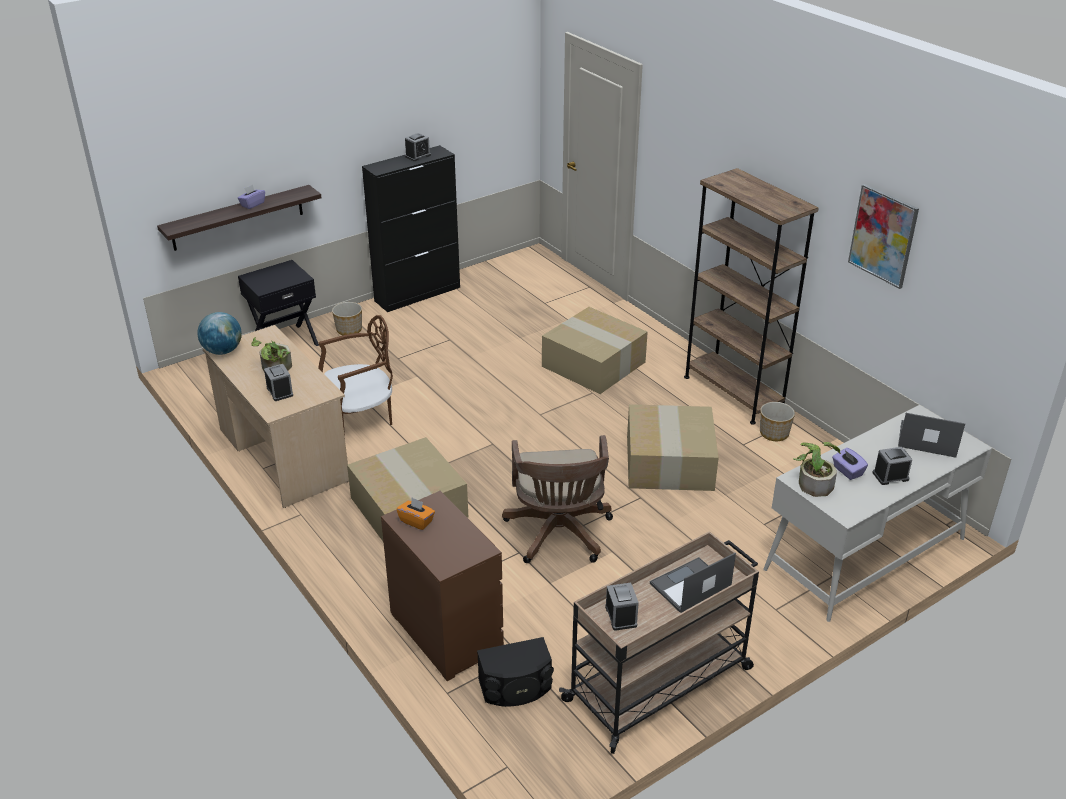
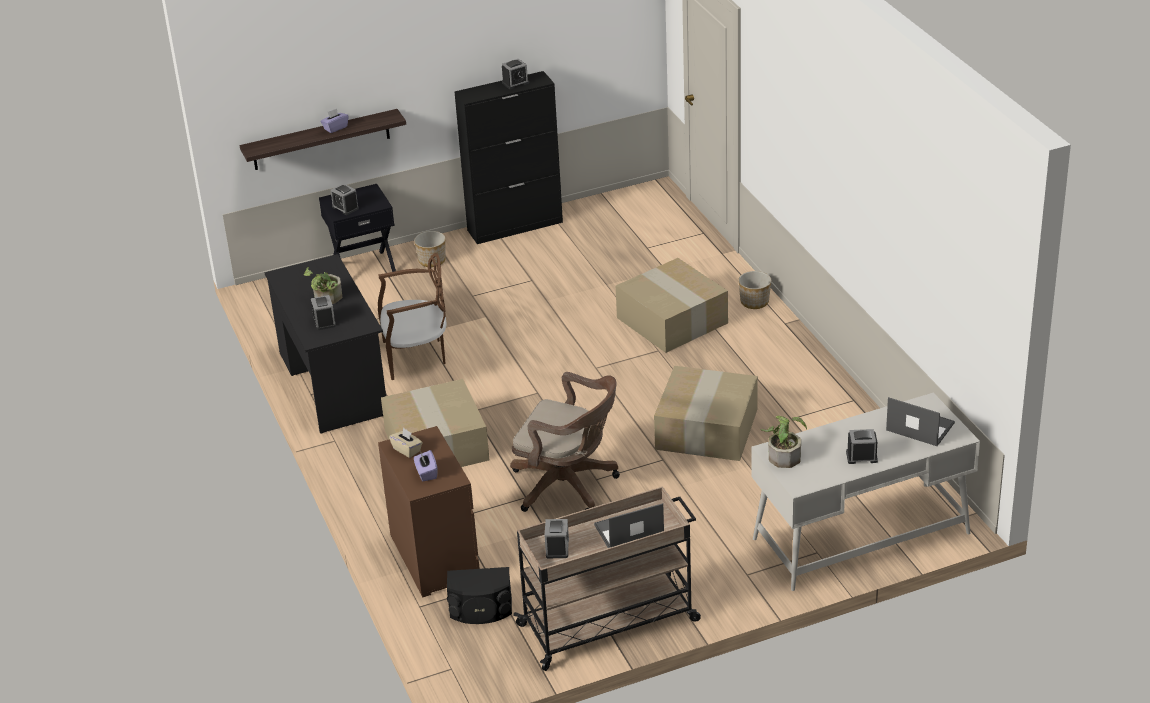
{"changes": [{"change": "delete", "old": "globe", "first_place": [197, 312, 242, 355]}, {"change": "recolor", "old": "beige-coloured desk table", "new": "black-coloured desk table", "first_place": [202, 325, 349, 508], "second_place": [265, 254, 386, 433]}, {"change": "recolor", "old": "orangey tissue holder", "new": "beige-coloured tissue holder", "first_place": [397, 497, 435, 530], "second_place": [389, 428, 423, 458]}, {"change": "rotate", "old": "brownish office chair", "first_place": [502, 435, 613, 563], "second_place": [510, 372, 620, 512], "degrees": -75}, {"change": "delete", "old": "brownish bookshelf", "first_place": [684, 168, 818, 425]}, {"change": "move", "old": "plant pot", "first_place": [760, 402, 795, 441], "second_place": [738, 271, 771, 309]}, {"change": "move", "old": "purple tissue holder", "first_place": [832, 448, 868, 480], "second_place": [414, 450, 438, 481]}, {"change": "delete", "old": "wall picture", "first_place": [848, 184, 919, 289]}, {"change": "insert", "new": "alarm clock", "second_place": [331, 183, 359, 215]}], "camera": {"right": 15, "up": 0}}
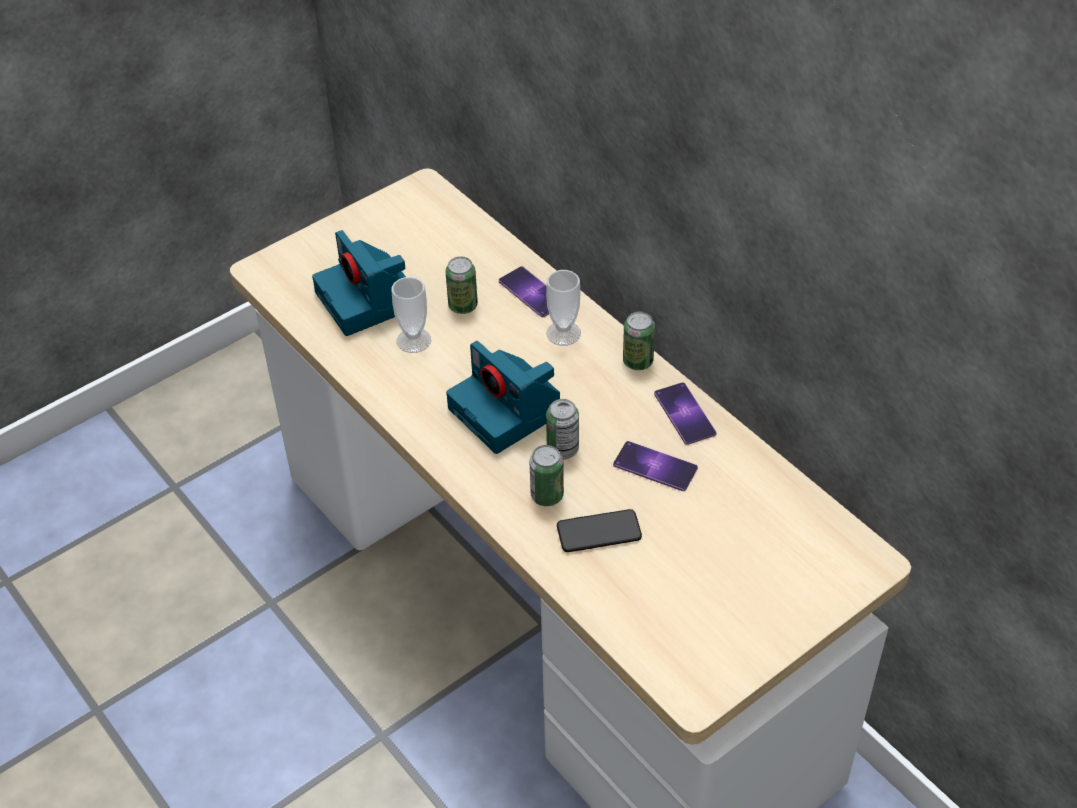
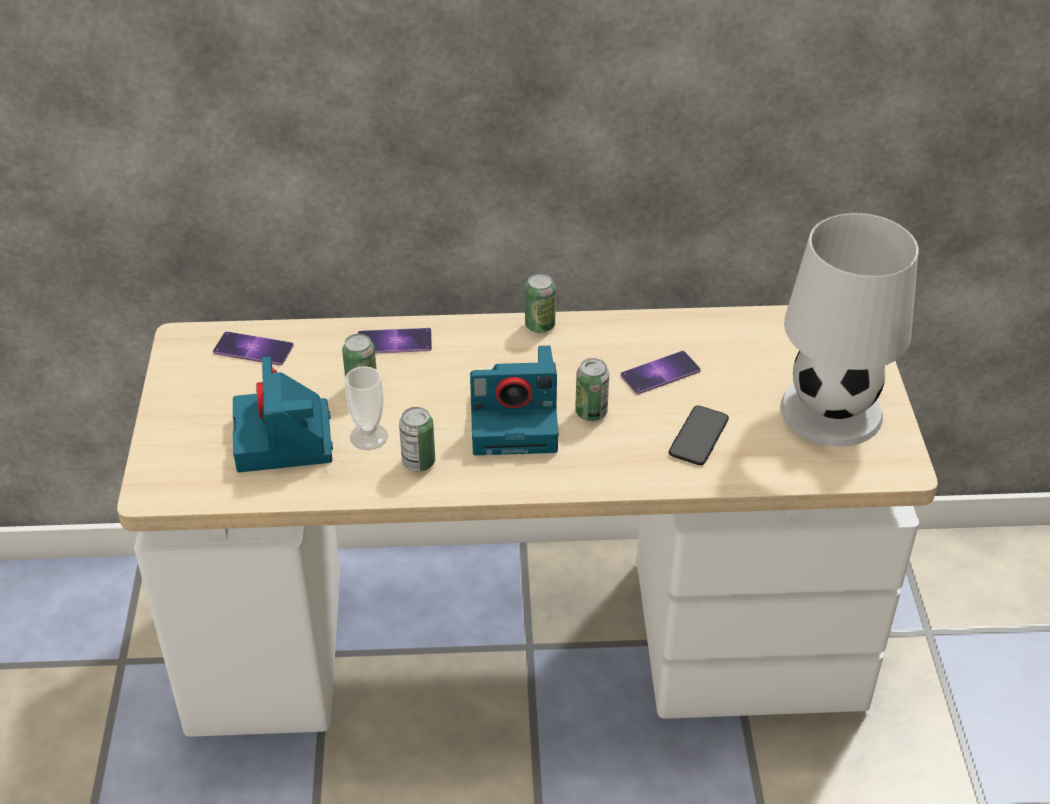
{"changes": [{"change": "rotate", "old": "photo camera", "first_place": [312, 230, 406, 336], "second_place": [233, 357, 333, 472], "degrees": 75}, {"change": "move", "old": "can", "first_place": [529, 445, 564, 506], "second_place": [399, 407, 435, 472]}, {"change": "delete", "old": "drinking cup", "first_place": [546, 270, 581, 346]}, {"change": "move", "old": "telephone", "first_place": [654, 382, 717, 445], "second_place": [213, 331, 294, 366]}, {"change": "insert", "new": "white-coloured tabletop lamp", "second_place": [780, 213, 919, 447]}], "camera": {"right": -55, "up": -5}}
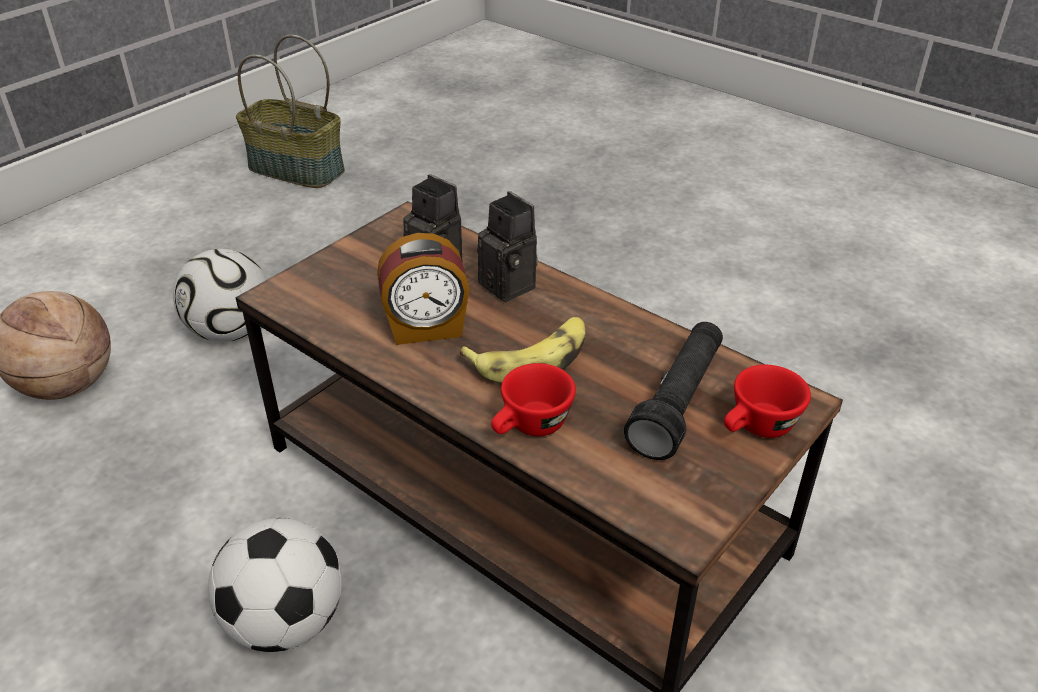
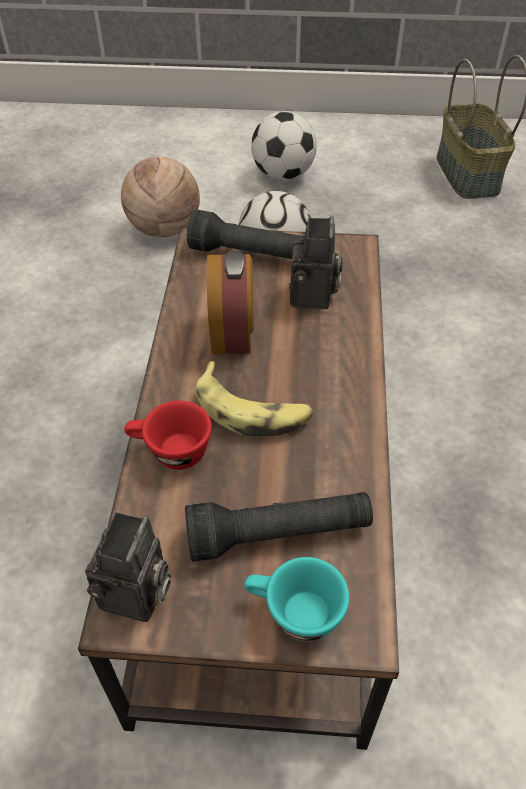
{"changes": [{"change": "move", "old": "ball for football", "first_place": [208, 518, 342, 652], "second_place": [251, 111, 317, 180]}, {"change": "rotate", "old": "alarm clock", "first_place": [377, 233, 470, 345], "second_place": [207, 251, 254, 354], "degrees": -135}, {"change": "move", "old": "photo camera", "first_place": [477, 191, 538, 302], "second_place": [85, 512, 171, 622]}, {"change": "recolor", "old": "red drinking cup", "new": "blue-green drinking cup", "first_place": [724, 365, 811, 438], "second_place": [244, 557, 349, 642]}, {"change": "insert", "new": "black-coloured flashlight", "second_place": [187, 210, 305, 259]}], "camera": {"right": 55, "up": 10}}
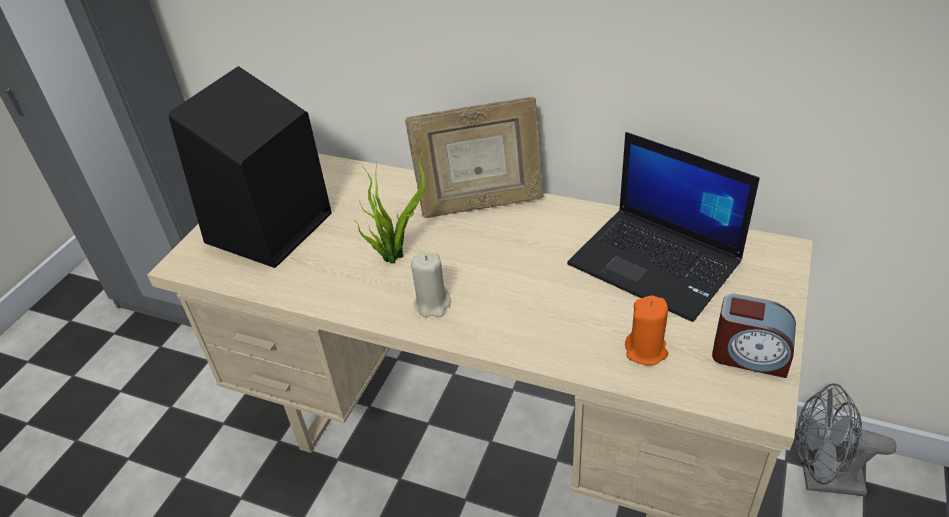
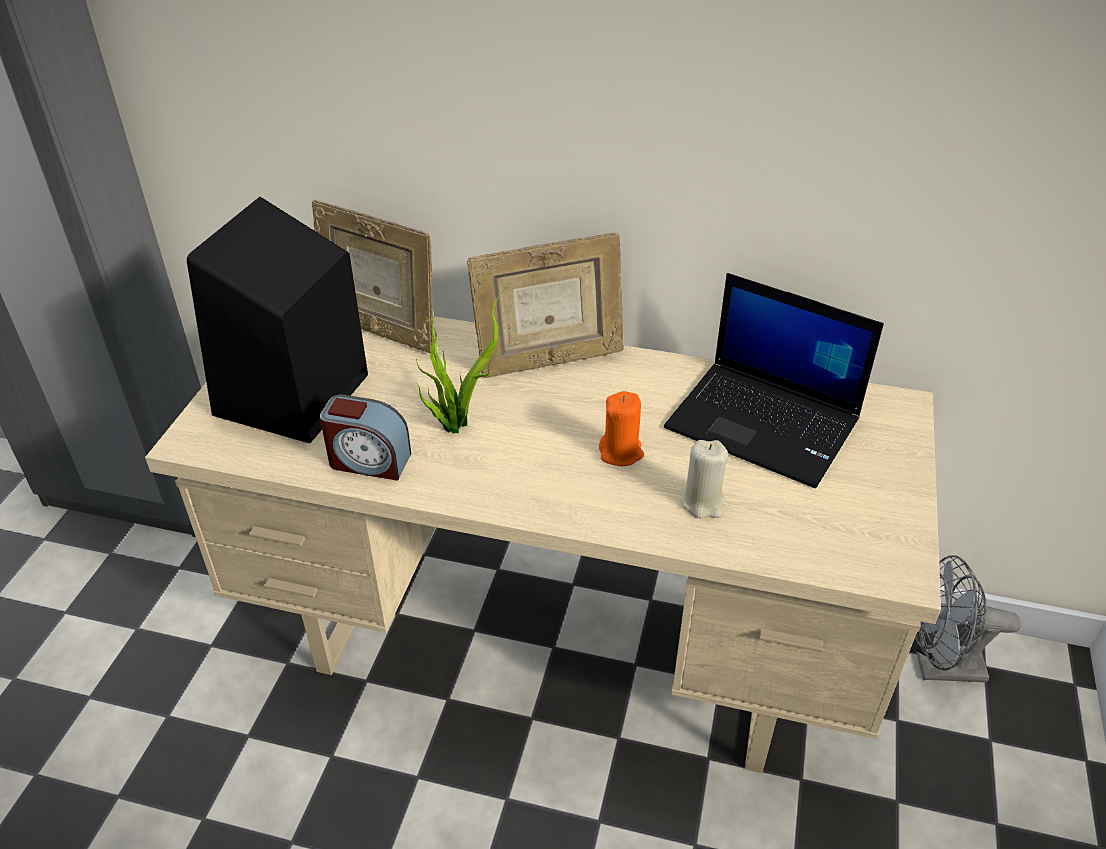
{"changes": [{"change": "move", "old": "beige-coloured wax candle", "first_place": [411, 252, 451, 317], "second_place": [681, 440, 728, 519]}, {"change": "move", "old": "orangey wax candle", "first_place": [625, 296, 668, 365], "second_place": [599, 391, 644, 466]}, {"change": "move", "old": "alarm clock", "first_place": [712, 293, 796, 378], "second_place": [320, 394, 411, 481]}, {"change": "insert", "new": "photo frame", "second_place": [312, 200, 434, 353]}], "camera": {"right": -10, "up": 0}}
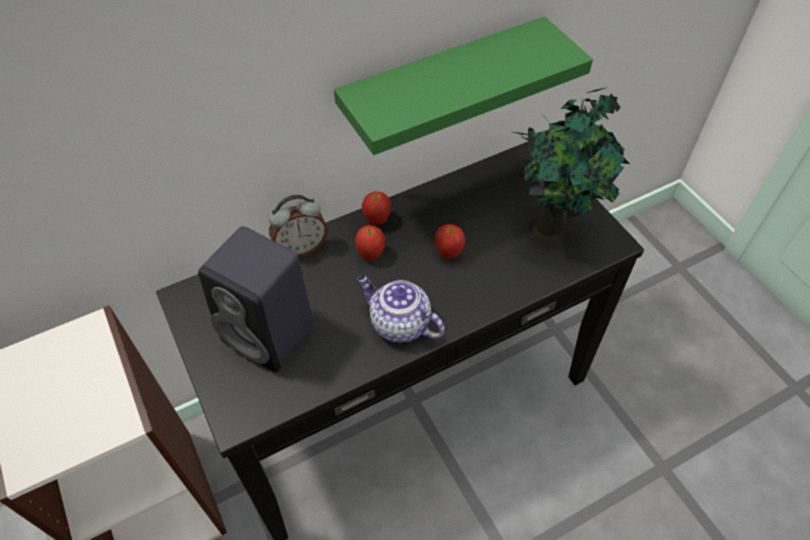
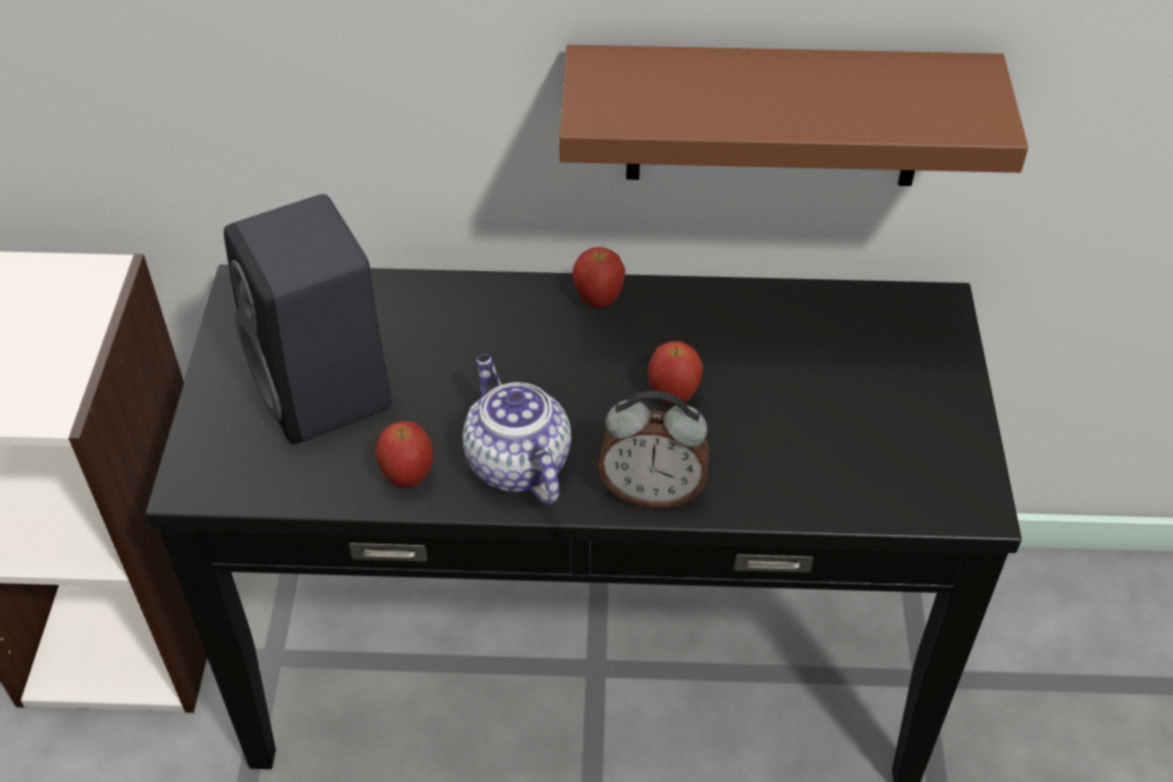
{"changes": [{"change": "move", "old": "alarm clock", "first_place": [268, 195, 328, 257], "second_place": [598, 391, 710, 508]}, {"change": "recolor", "old": "green-coloured wall shelf", "new": "brownish wall shelf", "first_place": [334, 16, 593, 155], "second_place": [559, 45, 1028, 186]}, {"change": "move", "old": "whole apple", "first_place": [355, 225, 385, 260], "second_place": [375, 421, 433, 487]}, {"change": "delete", "old": "plant in a pot", "first_place": [513, 87, 630, 245]}], "camera": {"right": 30, "up": -5}}
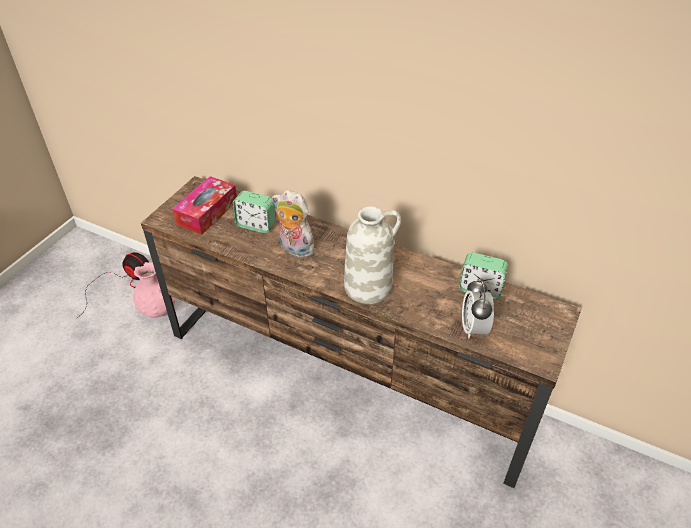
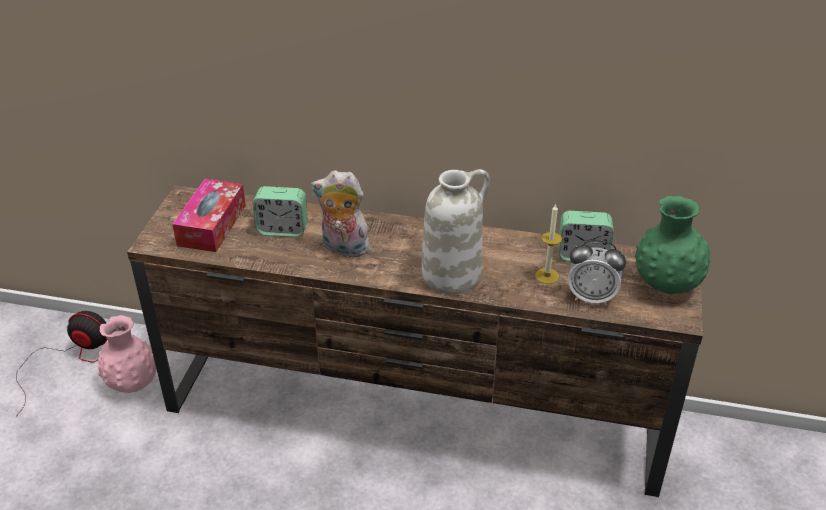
{"changes": [{"change": "rotate", "old": "alarm clock", "first_place": [462, 279, 494, 338], "second_place": [568, 240, 626, 306], "degrees": -60}, {"change": "insert", "new": "wax candle", "second_place": [535, 204, 562, 284]}, {"change": "insert", "new": "green-coloured flower vase", "second_place": [635, 196, 711, 294]}], "camera": {"right": -15, "up": -5}}
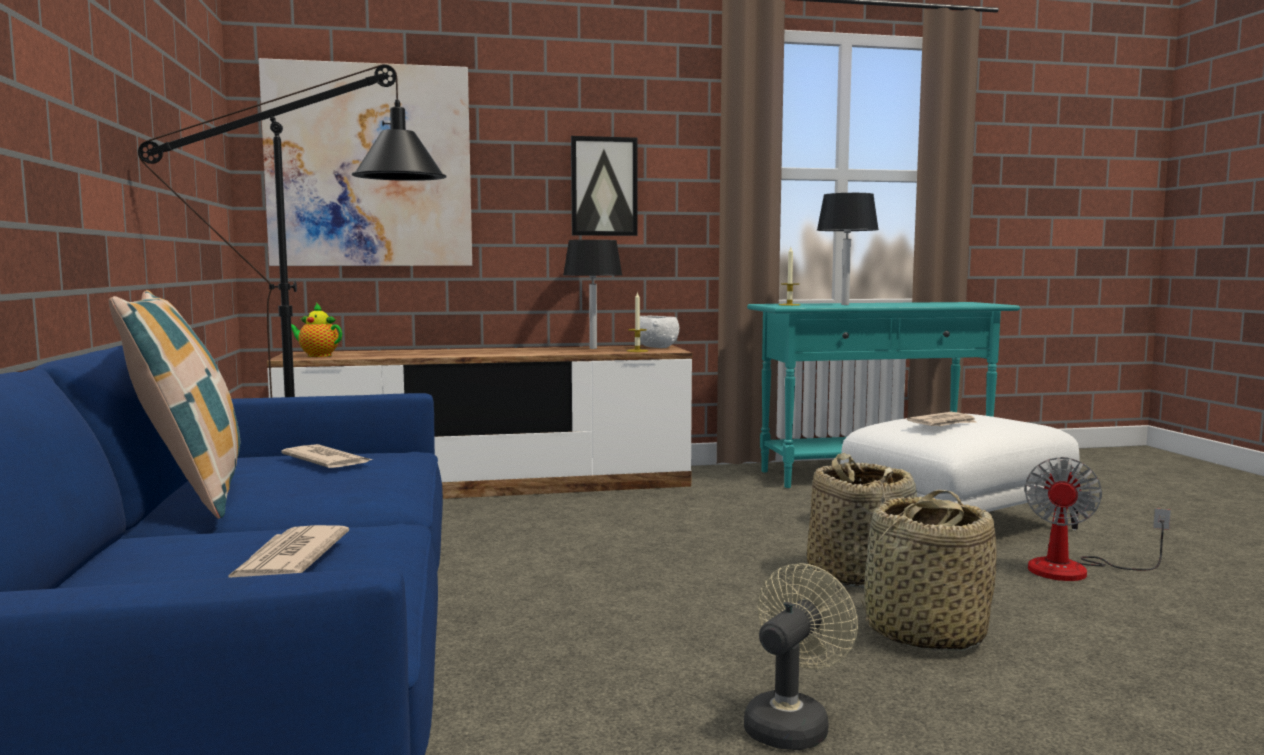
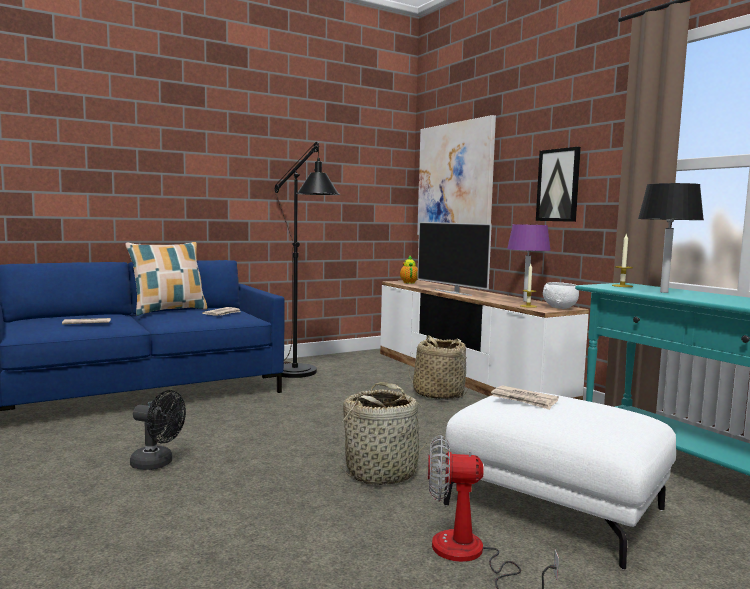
{"changes": [{"change": "recolor", "old": "black-coloured tabletop lamp", "new": "purple tabletop lamp", "first_place": [563, 240, 623, 349], "second_place": [507, 224, 550, 302]}, {"change": "recolor", "old": "beige-coloured electric fan", "new": "black-coloured electric fan", "first_place": [744, 563, 858, 750], "second_place": [130, 390, 186, 470]}, {"change": "move", "old": "household basket", "first_place": [861, 490, 997, 651], "second_place": [409, 335, 468, 400]}, {"change": "insert", "new": "TV", "second_place": [417, 222, 492, 296]}], "camera": {"right": 70, "up": 0}}
